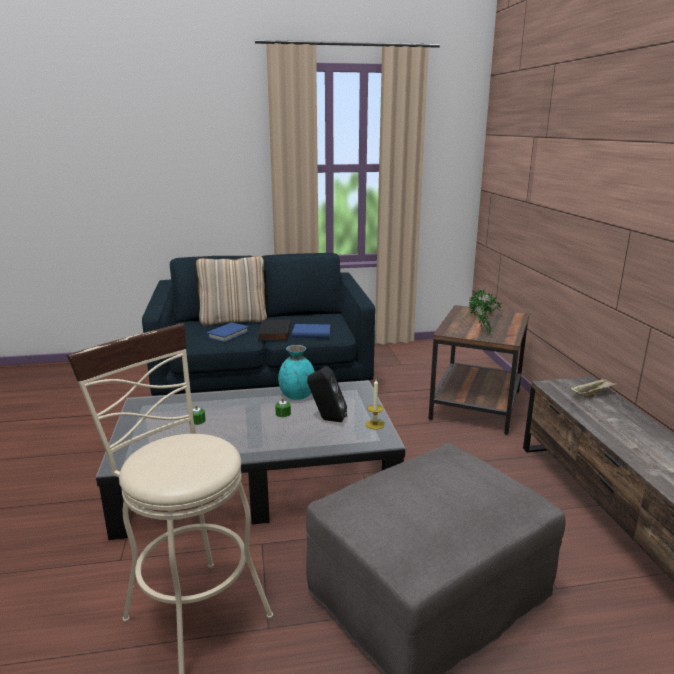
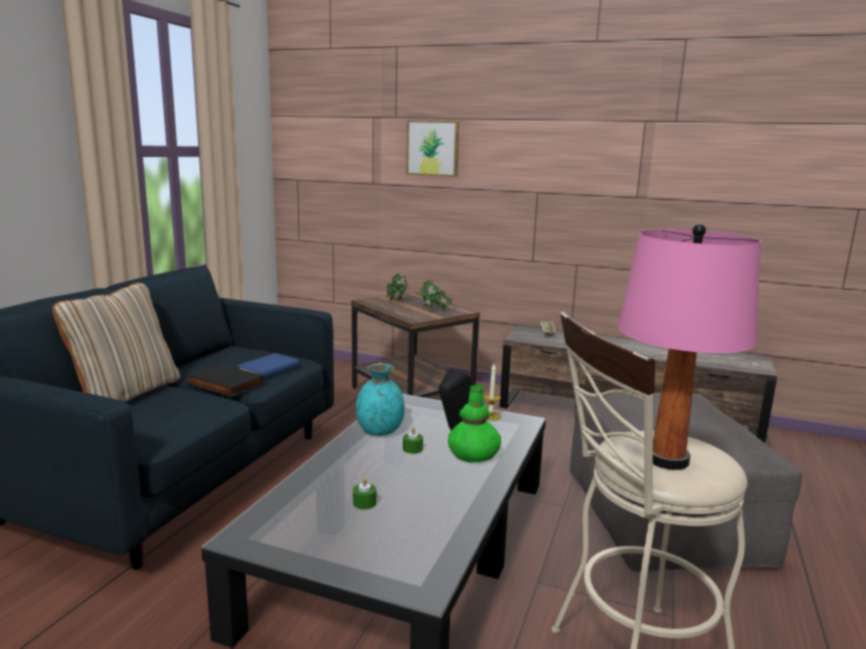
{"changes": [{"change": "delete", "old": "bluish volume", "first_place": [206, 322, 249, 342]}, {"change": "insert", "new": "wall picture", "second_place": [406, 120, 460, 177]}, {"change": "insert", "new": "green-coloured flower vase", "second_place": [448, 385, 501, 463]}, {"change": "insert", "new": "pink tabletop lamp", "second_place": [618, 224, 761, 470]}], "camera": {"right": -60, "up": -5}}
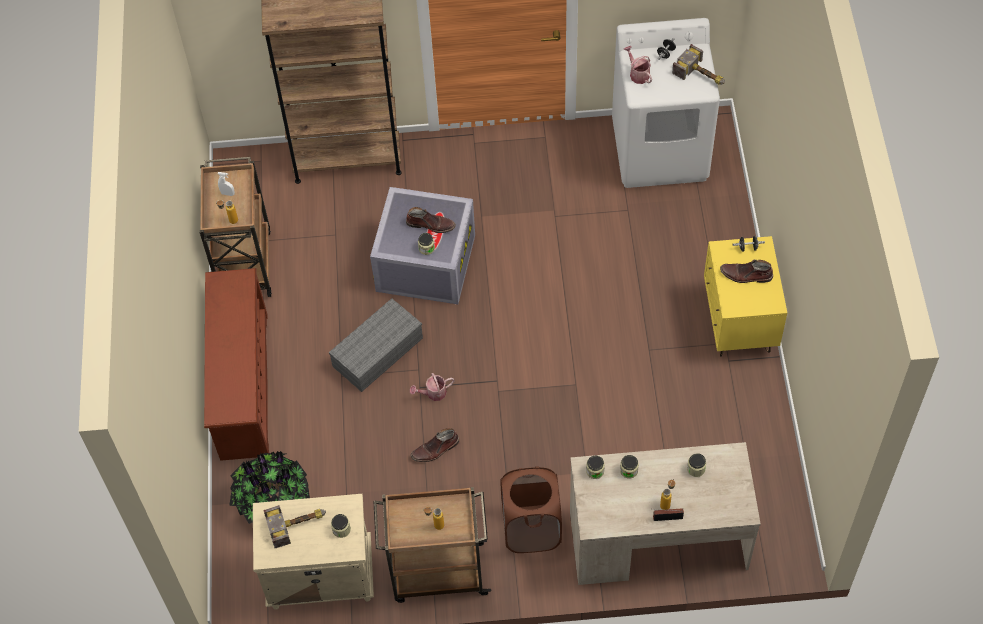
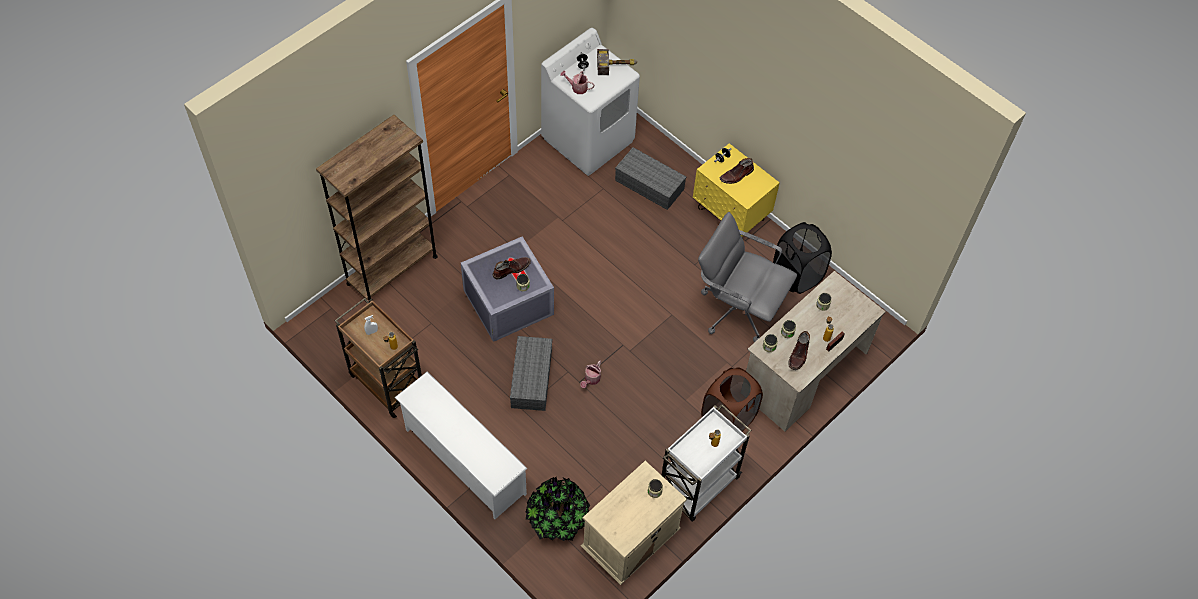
{"changes": [{"change": "recolor", "old": "brownish shoe rack", "new": "white-coloured shoe rack", "first_place": [204, 268, 269, 461], "second_place": [394, 371, 528, 519]}, {"change": "delete", "old": "tool hammer", "first_place": [263, 505, 326, 548]}, {"change": "recolor", "old": "brownish wheeled cart", "new": "white-coloured wheeled cart", "first_place": [373, 487, 491, 603], "second_place": [662, 404, 752, 522]}, {"change": "move", "old": "brownish tall boot", "first_place": [410, 428, 459, 462], "second_place": [788, 331, 810, 370]}, {"change": "insert", "new": "gray storage box", "second_place": [615, 147, 686, 210]}, {"change": "insert", "new": "gray office chair", "second_place": [698, 212, 797, 342]}, {"change": "insert", "new": "black-coloured laundry basket", "second_place": [773, 222, 832, 294]}], "camera": {"right": -45, "up": 0}}
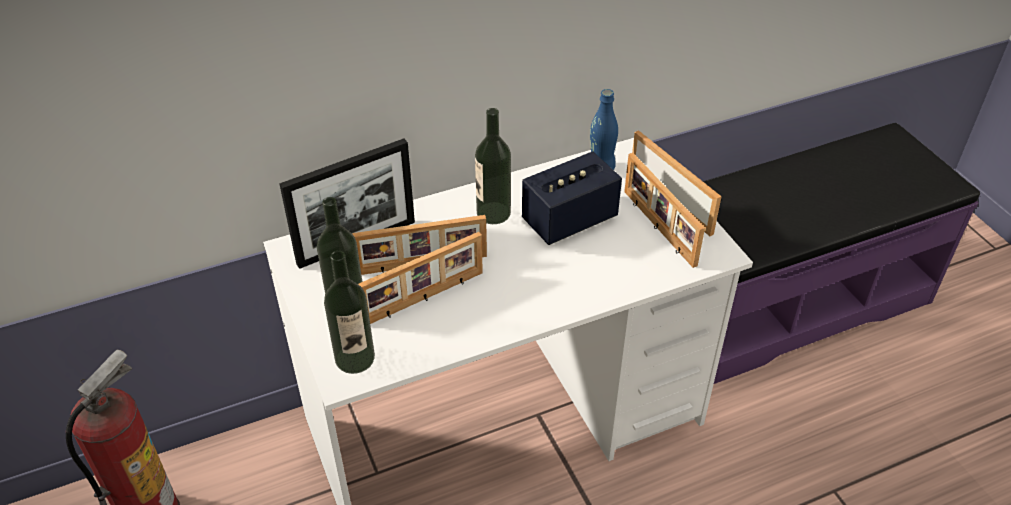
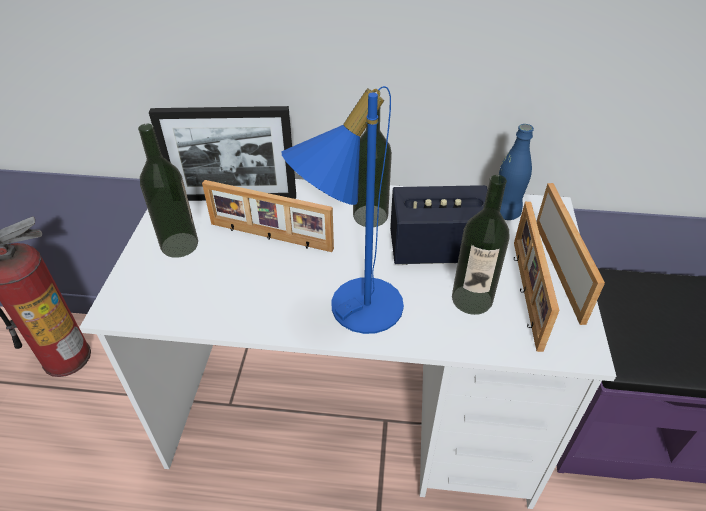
{"changes": [{"change": "move", "old": "beverage bottle", "first_place": [324, 251, 375, 374], "second_place": [452, 175, 509, 315]}, {"change": "delete", "old": "photo frame", "first_place": [358, 232, 483, 324]}, {"change": "insert", "new": "bluish tabletop lamp", "second_place": [281, 86, 404, 334]}], "camera": {"right": 30, "up": 0}}
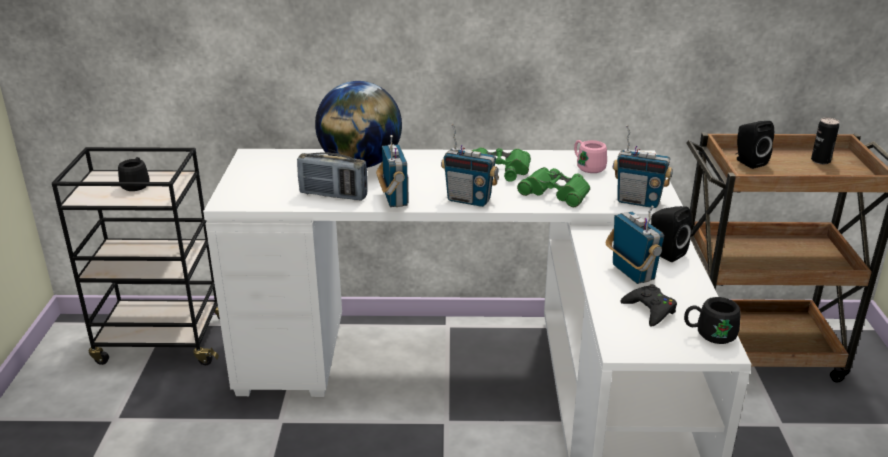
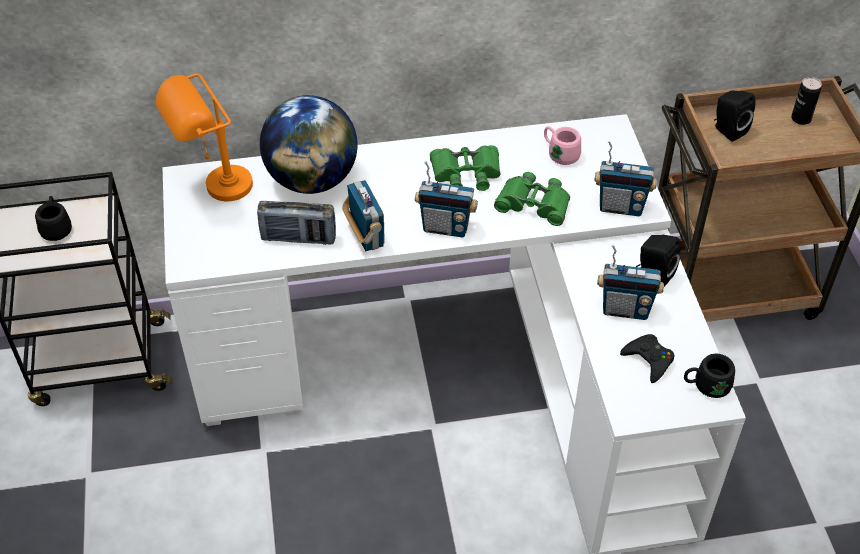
{"changes": [{"change": "rotate", "old": "radio receiver", "first_place": [606, 206, 664, 284], "second_place": [597, 245, 664, 320], "degrees": 135}, {"change": "insert", "new": "orangey tabletop lamp", "second_place": [155, 73, 253, 202]}], "camera": {"right": -10, "up": 20}}
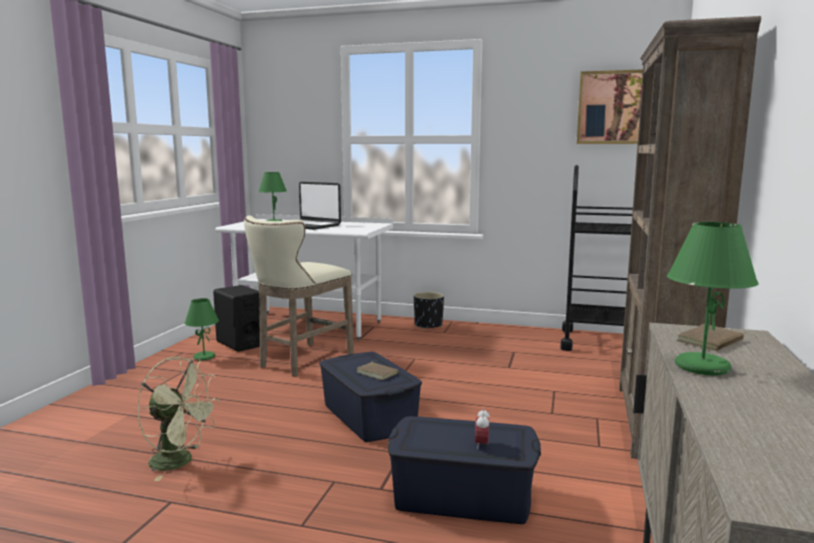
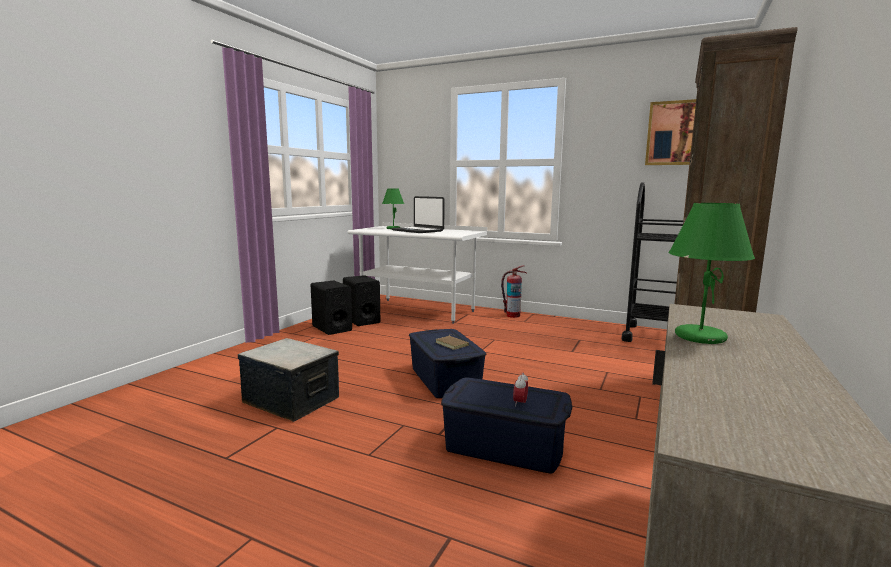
{"changes": [{"change": "replace", "old": "green-coloured electric fan", "new": "storage box", "first_place": [137, 357, 220, 481], "second_place": [238, 338, 339, 422]}, {"change": "replace", "old": "green-coloured tabletop lamp", "new": "black-coloured audio speaker", "first_place": [184, 298, 219, 361], "second_place": [311, 280, 352, 335]}, {"change": "delete", "old": "beige-coloured stool", "first_place": [244, 215, 354, 377]}, {"change": "replace", "old": "black-coloured plant pot", "new": "fire extinguisher", "first_place": [414, 292, 444, 329], "second_place": [501, 265, 527, 318]}, {"change": "delete", "old": "brownish volume", "first_place": [677, 324, 757, 351]}], "camera": {"right": 10, "up": 0}}
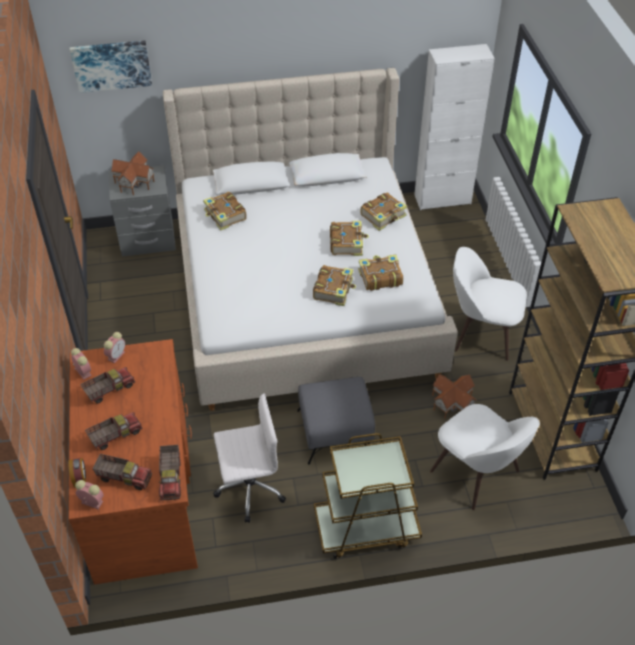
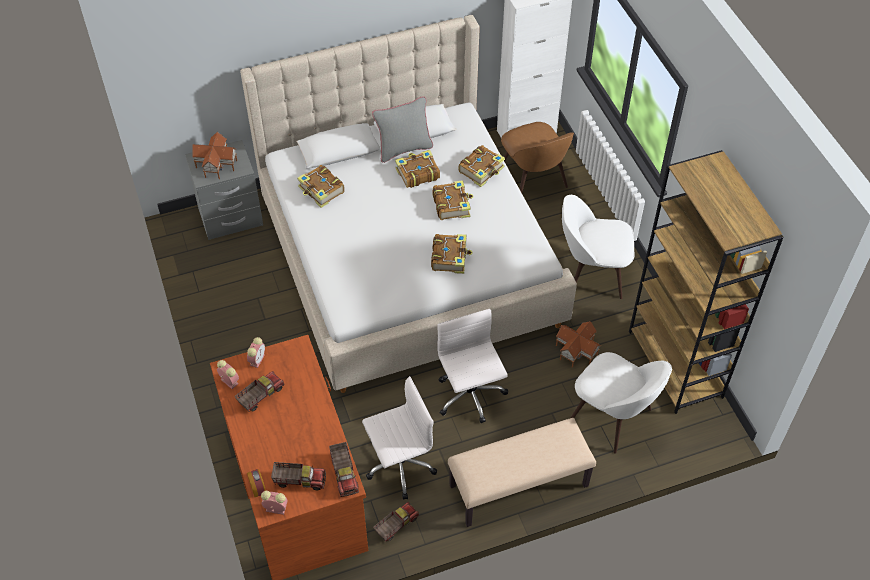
{"changes": [{"change": "delete", "old": "wall picture", "first_place": [70, 40, 152, 93]}, {"change": "move", "old": "toy lorry", "first_place": [85, 412, 143, 450], "second_place": [373, 502, 419, 542]}, {"change": "replace", "old": "gray ottoman", "new": "white-coloured office chair", "first_place": [297, 377, 375, 465], "second_place": [437, 309, 508, 423]}, {"change": "replace", "old": "brownish wheeled cart", "new": "beige-coloured indoor bench", "first_place": [314, 433, 422, 559], "second_place": [448, 418, 596, 527]}, {"change": "move", "old": "volume", "first_place": [358, 255, 403, 291], "second_place": [395, 150, 440, 188]}, {"change": "insert", "new": "gray cushion", "second_place": [372, 96, 433, 163]}, {"change": "insert", "new": "brownish chair", "second_place": [501, 122, 574, 193]}], "camera": {"right": -10, "up": 5}}
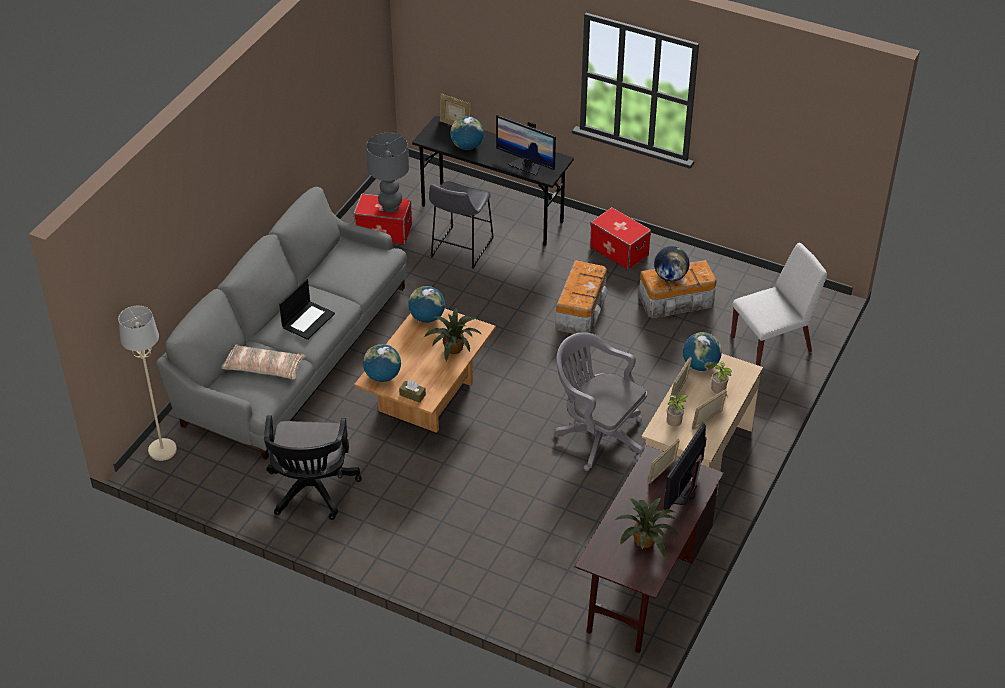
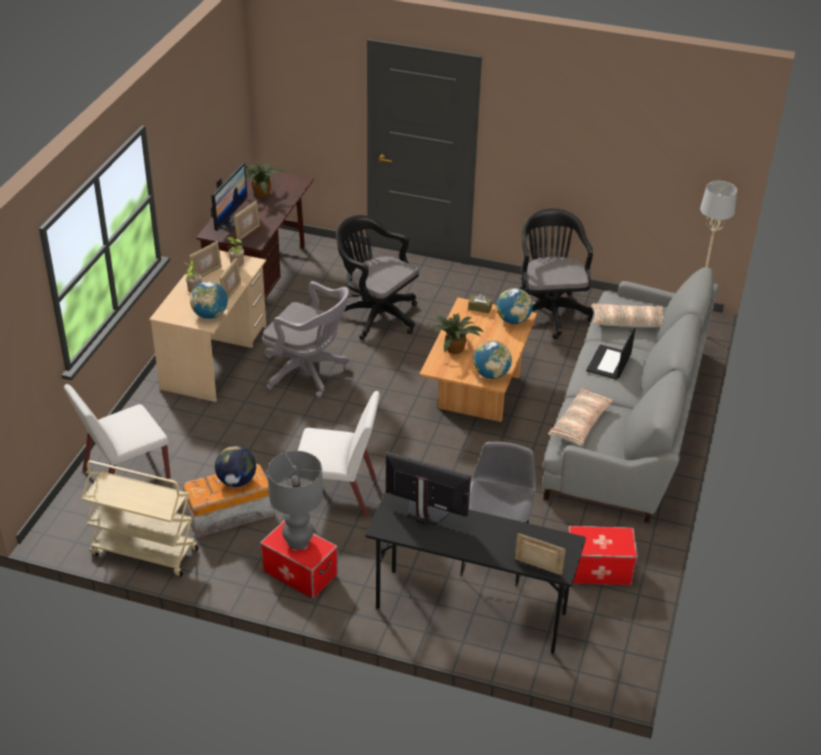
{"changes": [{"change": "move", "old": "gray tabletop lamp", "first_place": [366, 132, 409, 213], "second_place": [267, 451, 323, 550]}, {"change": "delete", "old": "globe", "first_place": [450, 116, 484, 150]}, {"change": "replace", "old": "storage box", "new": "white-coloured chair", "first_place": [555, 260, 608, 334], "second_place": [298, 391, 380, 516]}, {"change": "insert", "new": "beige-coloured wheeled cart", "second_place": [81, 460, 199, 577]}, {"change": "insert", "new": "black-coloured office chair", "second_place": [336, 215, 419, 340]}, {"change": "insert", "new": "cushion", "second_place": [548, 388, 614, 446]}], "camera": {"right": 170, "up": -5}}
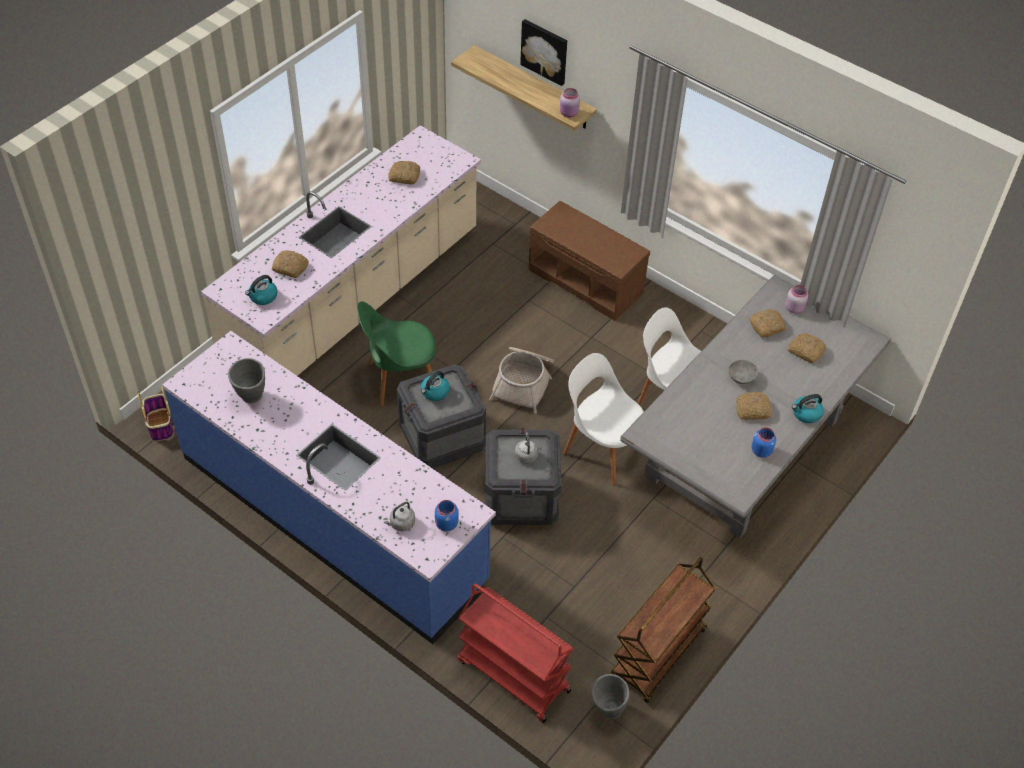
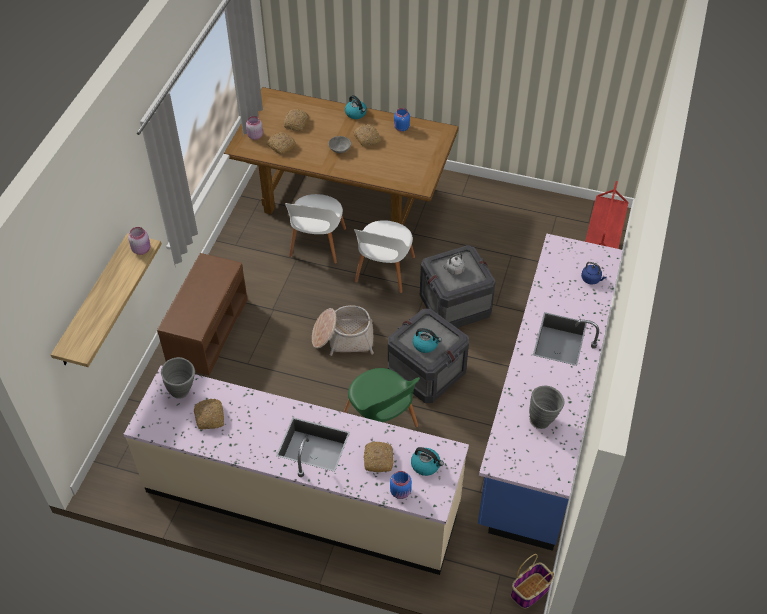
{"changes": [{"change": "recolor", "old": "gray tea kettle", "new": "bluish tea kettle", "first_place": [384, 502, 415, 531], "second_place": [581, 262, 606, 284]}, {"change": "move", "old": "bluish preserve jar", "first_place": [435, 500, 458, 532], "second_place": [390, 471, 412, 499]}, {"change": "delete", "old": "wall picture", "first_place": [520, 19, 567, 86]}, {"change": "move", "old": "gray flower vase", "first_place": [591, 674, 629, 719], "second_place": [161, 357, 195, 399]}, {"change": "delete", "old": "brownish wheeled cart", "first_place": [610, 557, 716, 703]}, {"change": "recolor", "old": "gray kitchen table", "new": "brownish kitchen table", "first_place": [620, 275, 891, 538], "second_place": [224, 87, 458, 225]}], "camera": {"right": -110, "up": 0}}
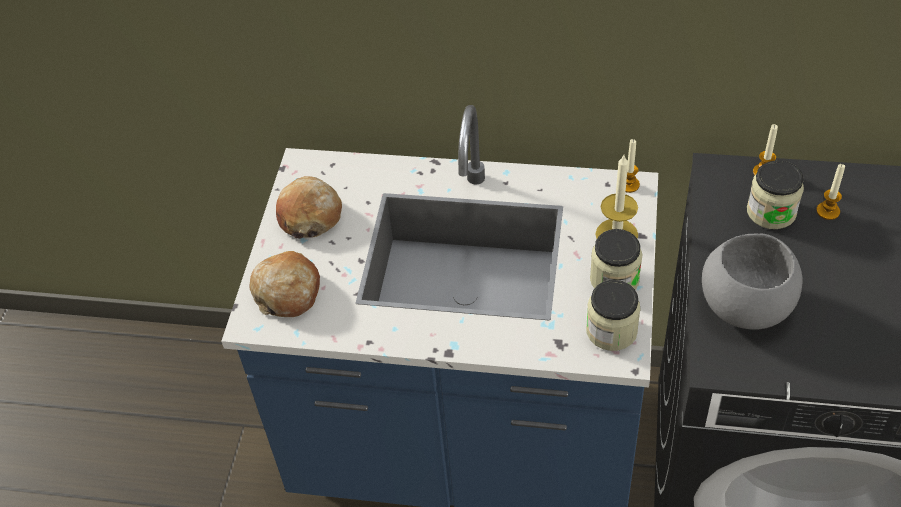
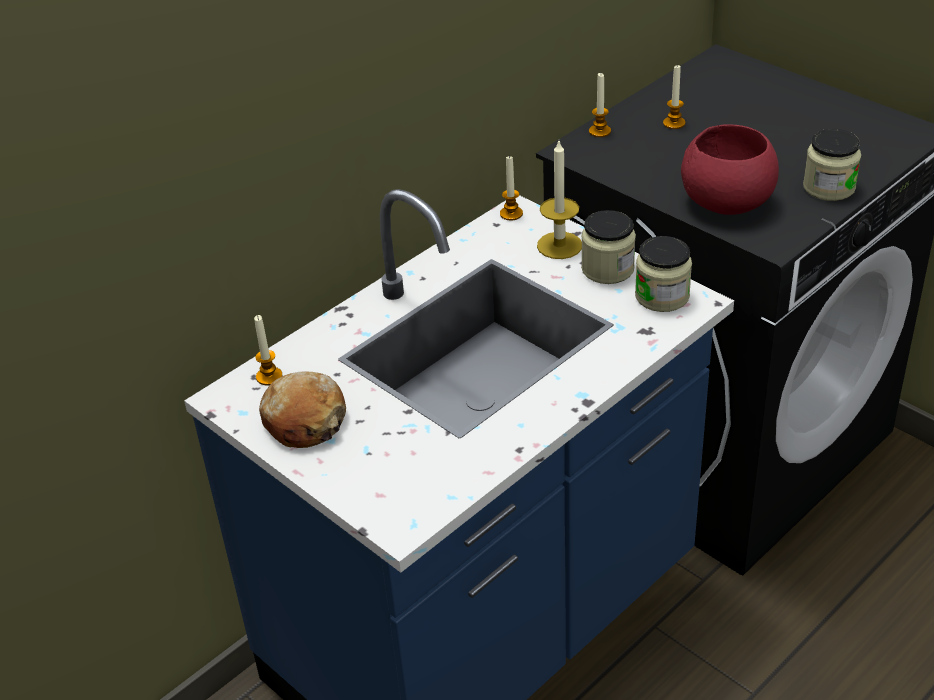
{"changes": [{"change": "delete", "old": "bread", "first_place": [249, 251, 320, 317]}, {"change": "recolor", "old": "gray serving bowl", "new": "red serving bowl", "first_place": [702, 233, 802, 330], "second_place": [681, 124, 779, 215]}, {"change": "move", "old": "preserve jar", "first_place": [747, 161, 804, 229], "second_place": [803, 129, 861, 201]}, {"change": "insert", "new": "wax candle", "second_place": [254, 315, 283, 385]}], "camera": {"right": -55, "up": -10}}
